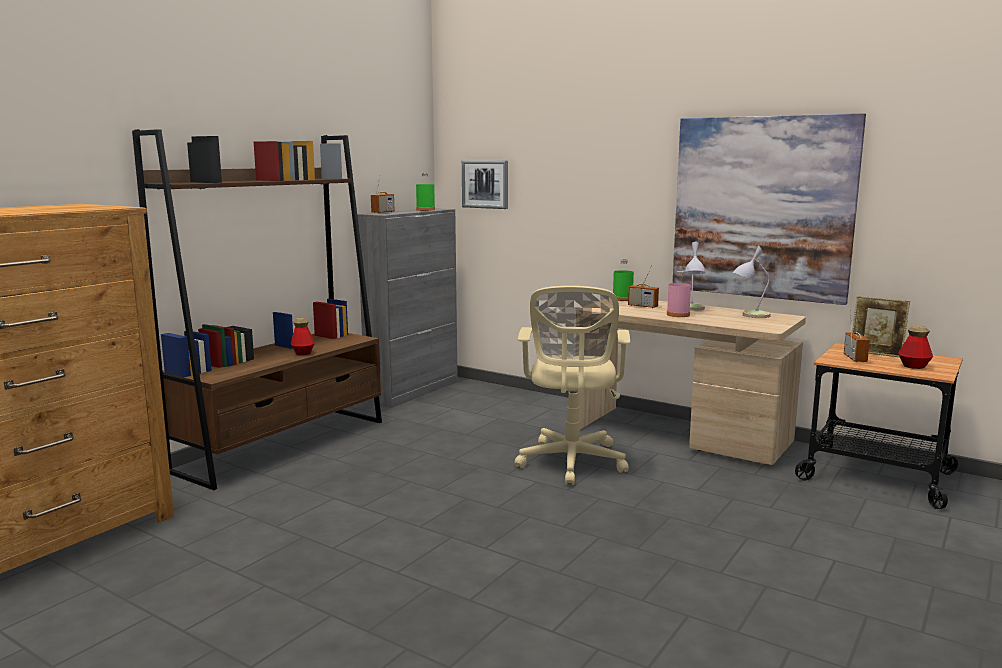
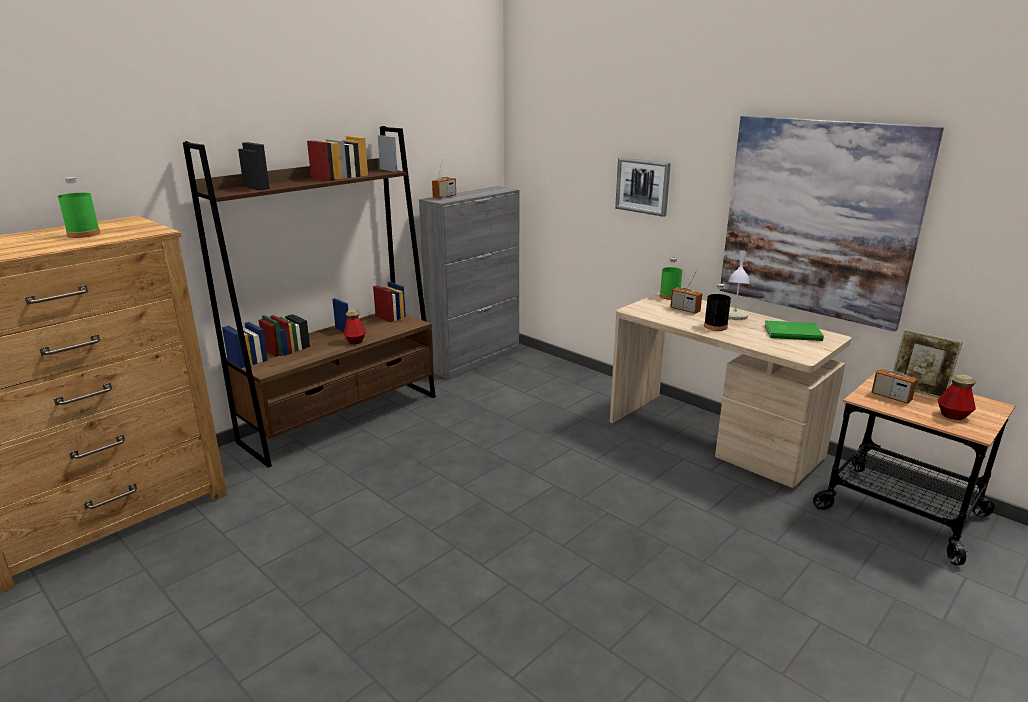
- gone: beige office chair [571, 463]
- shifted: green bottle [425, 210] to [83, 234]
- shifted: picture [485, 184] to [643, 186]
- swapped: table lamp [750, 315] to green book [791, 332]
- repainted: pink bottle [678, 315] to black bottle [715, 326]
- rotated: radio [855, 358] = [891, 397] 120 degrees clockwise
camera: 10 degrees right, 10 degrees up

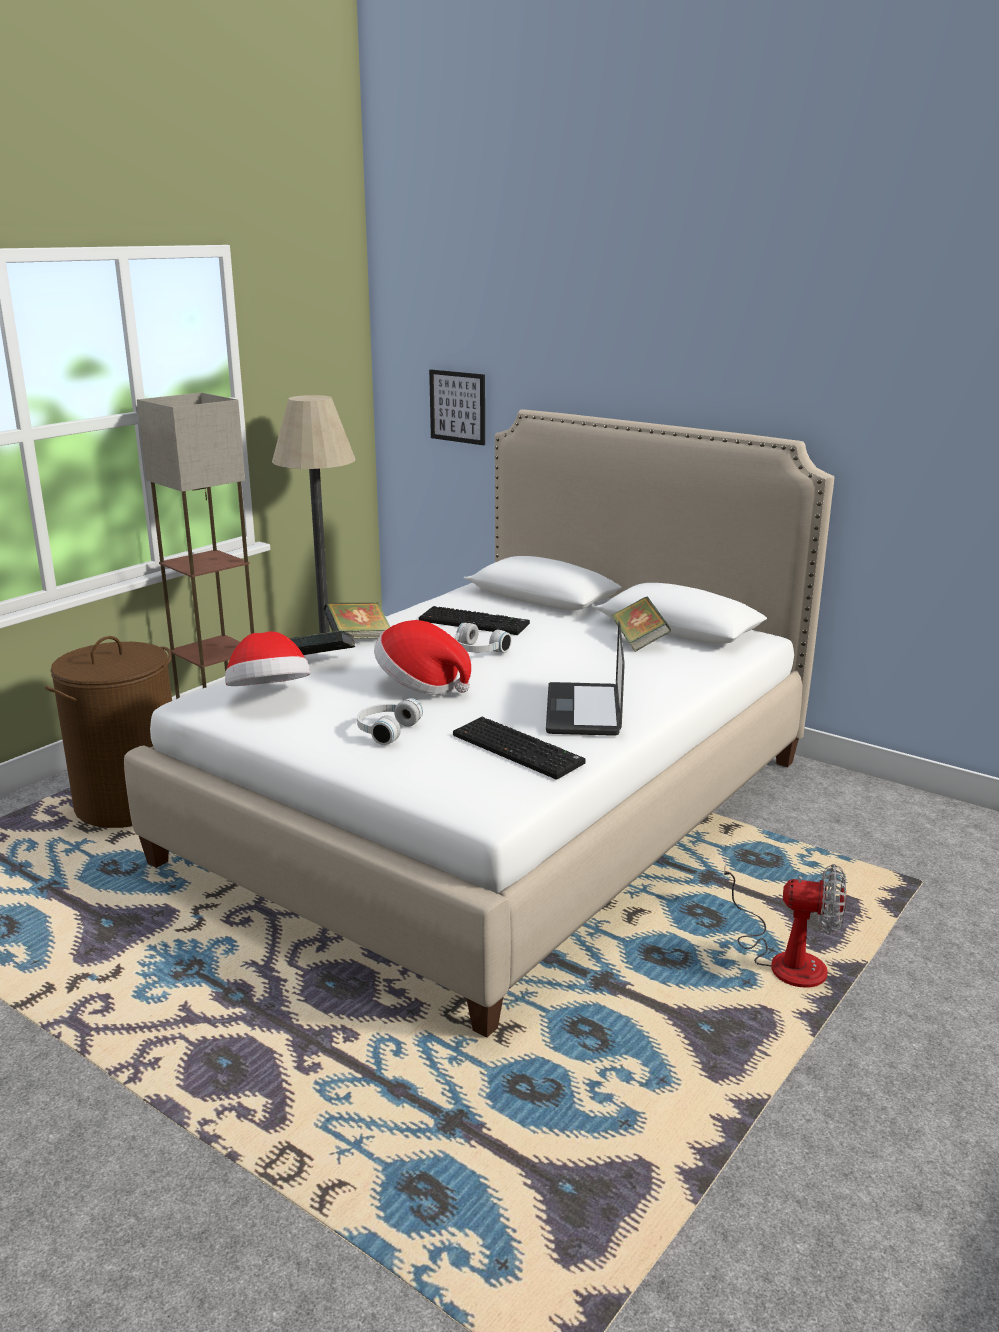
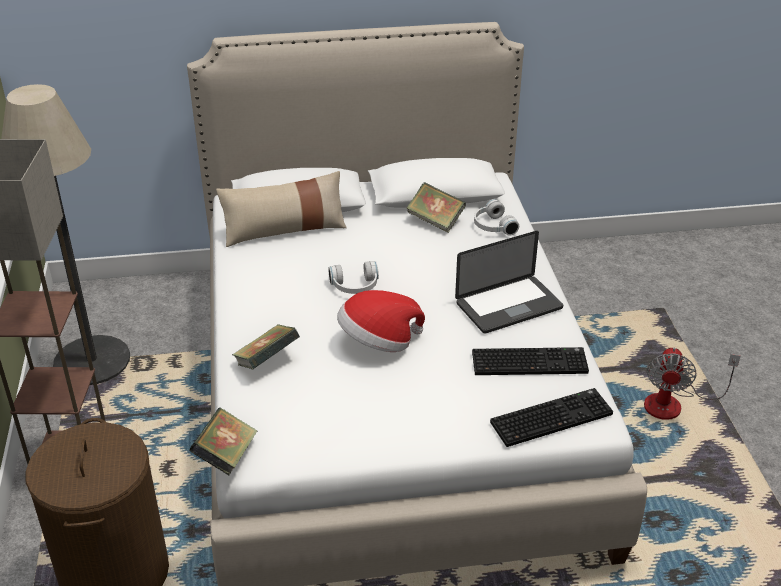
- gone: hat [269, 696]
- gone: picture [458, 407]
- new: beige pillow [284, 230]
- shifted: book [358, 639] to [226, 456]
- shifted: white headphones [385, 730] to [492, 226]
- shifted: keyboard [475, 622] to [551, 417]
- rotated: laptop [583, 711] = [509, 306] 75 degrees counterclockwise
- rotated: fan [785, 959] = [674, 403] 135 degrees clockwise
camera: 45 degrees left, 15 degrees up

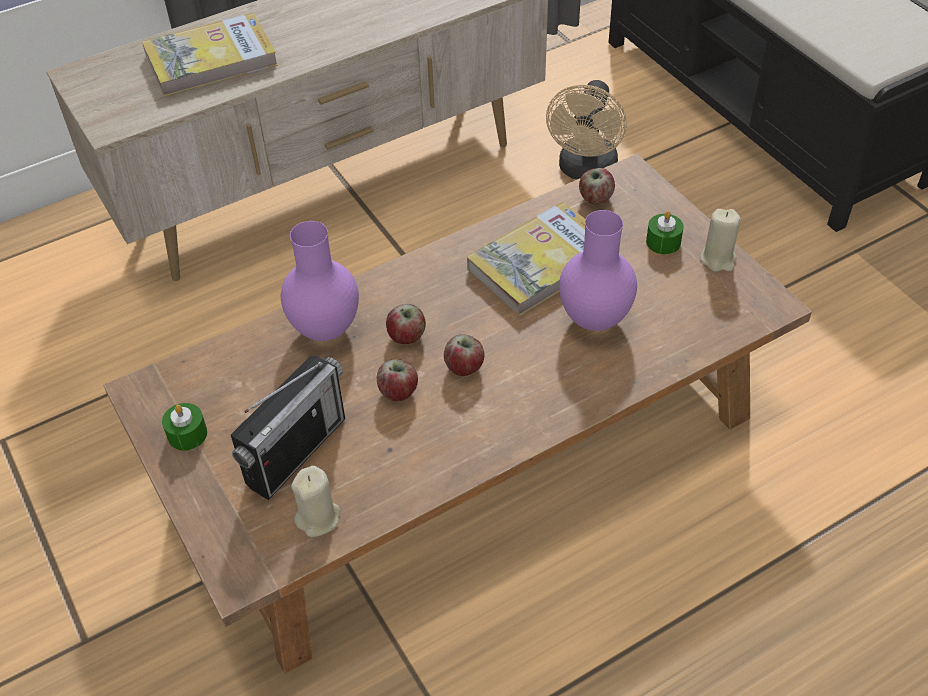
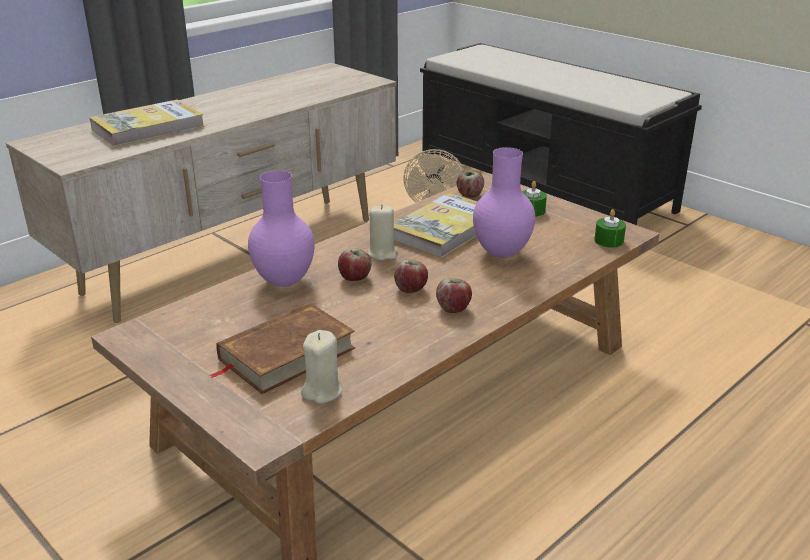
- shifted: green candle [187, 434] to [609, 240]
- shifted: apple [398, 391] to [453, 308]
- shifted: beige candle [718, 259] to [382, 253]
- swapped: radio [296, 451] to brown book [286, 354]
camera: 15 degrees left, 20 degrees down

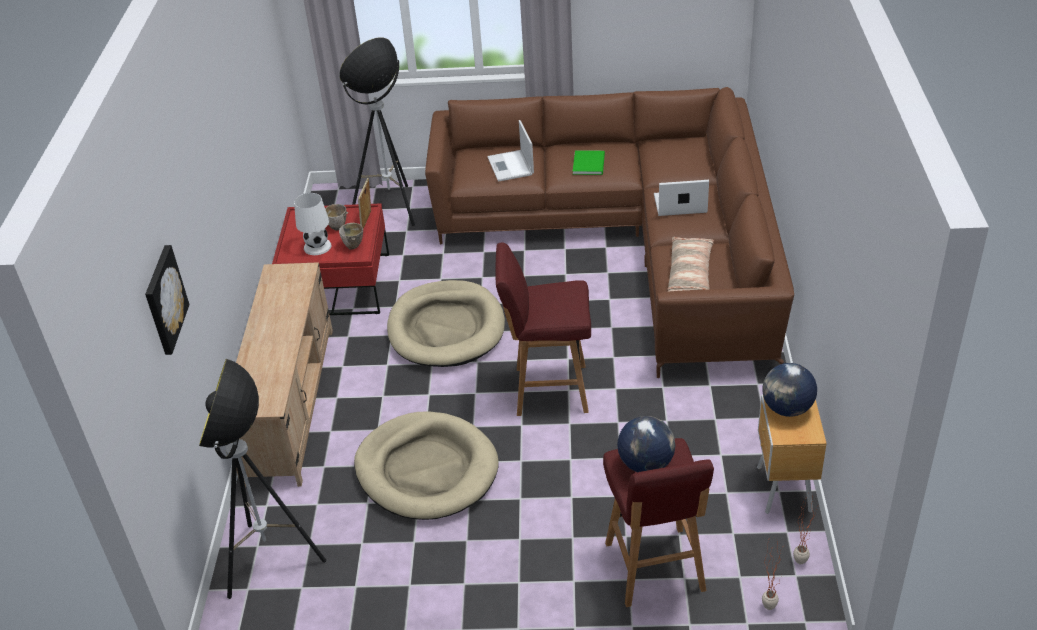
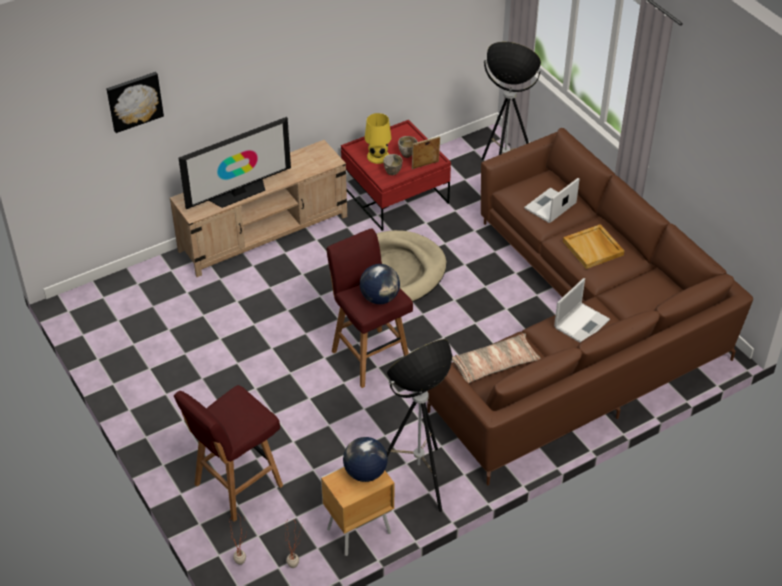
- gone: beige dog bed [426, 470]
- new: television [239, 193]
- shifted: floor lamp [271, 561] to [418, 480]
- shifted: globe [645, 464] to [380, 298]
- swapped: green book [589, 163] to beige tray [593, 248]
- repainted: white table lamp [317, 247] to yellow table lamp [378, 156]
- rotated: laptop [679, 204] = [582, 323] 75 degrees clockwise
camera: 55 degrees right, 5 degrees up

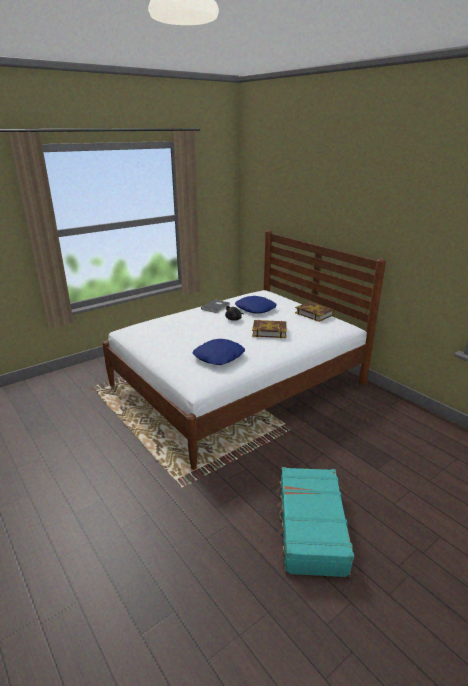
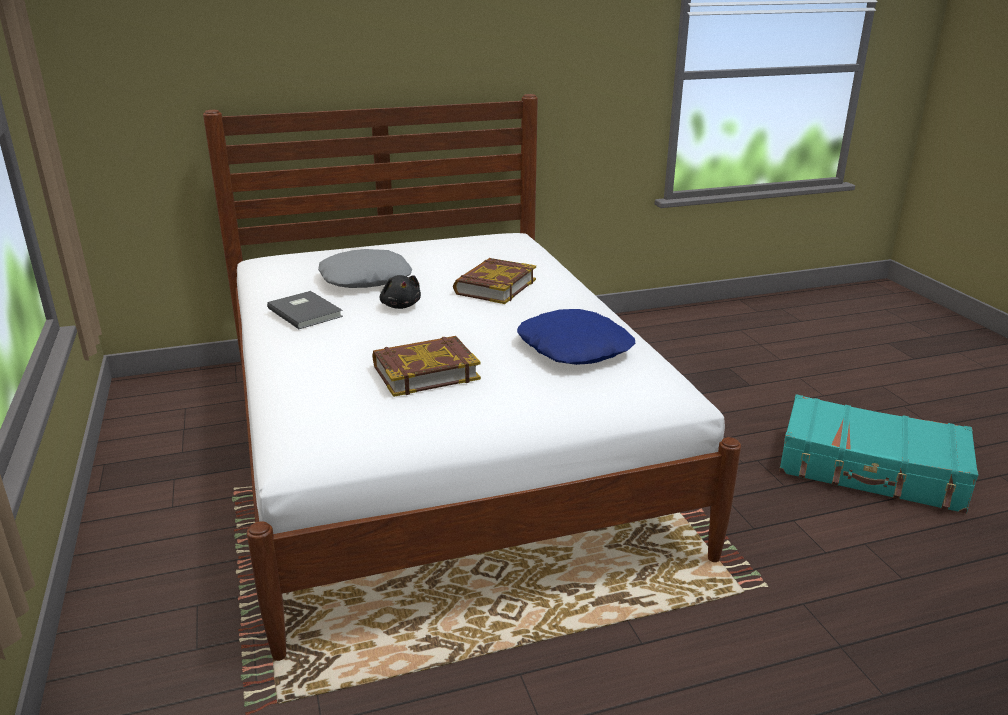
- shifted: book [314, 314] to [425, 372]
- repainted: blue pillow [255, 309] to grey pillow [365, 278]
camera: 70 degrees left, 0 degrees up

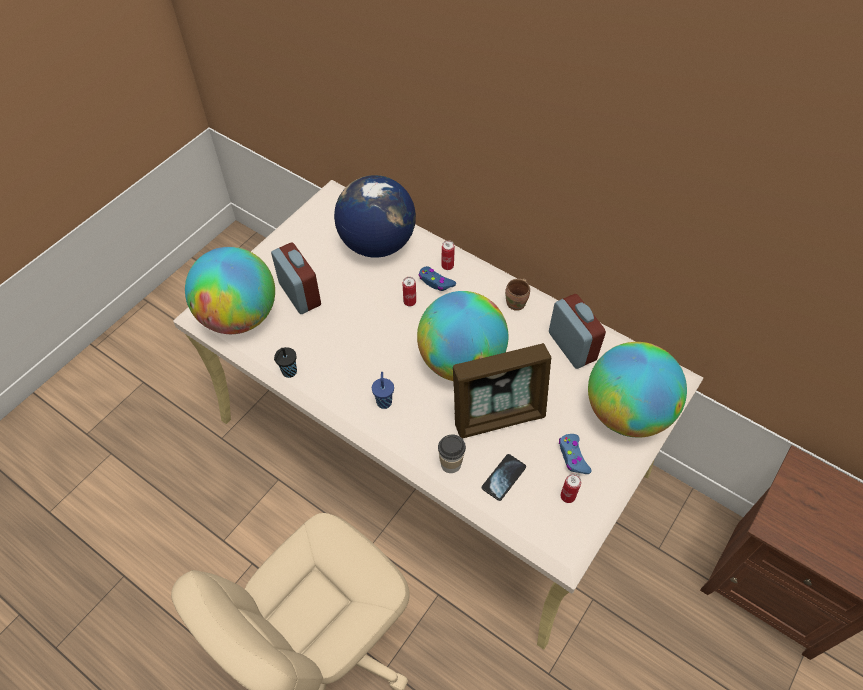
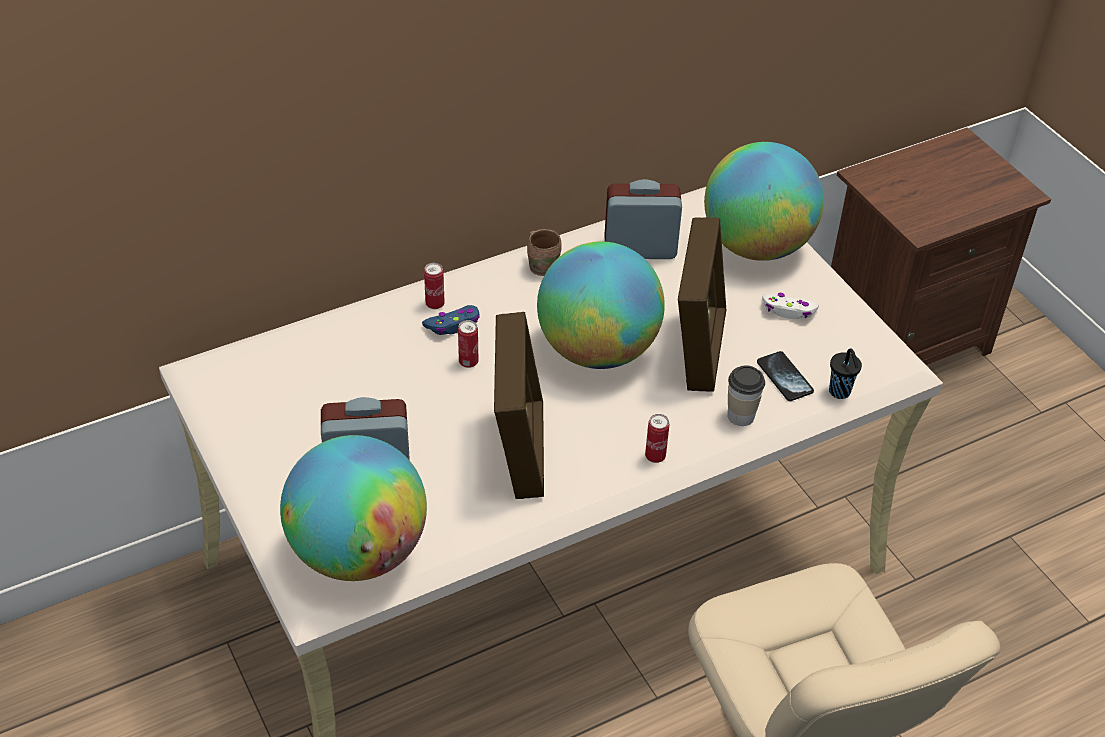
- gone: globe [377, 243]
- gone: blue cup [384, 401]
- new: picture frame [519, 450]
- shifted: black cup [288, 372] to [840, 393]
- shifted: can [567, 496] to [655, 456]
- repainted: blue game controller [573, 457] to white game controller [788, 311]
camera: 65 degrees left, 10 degrees down

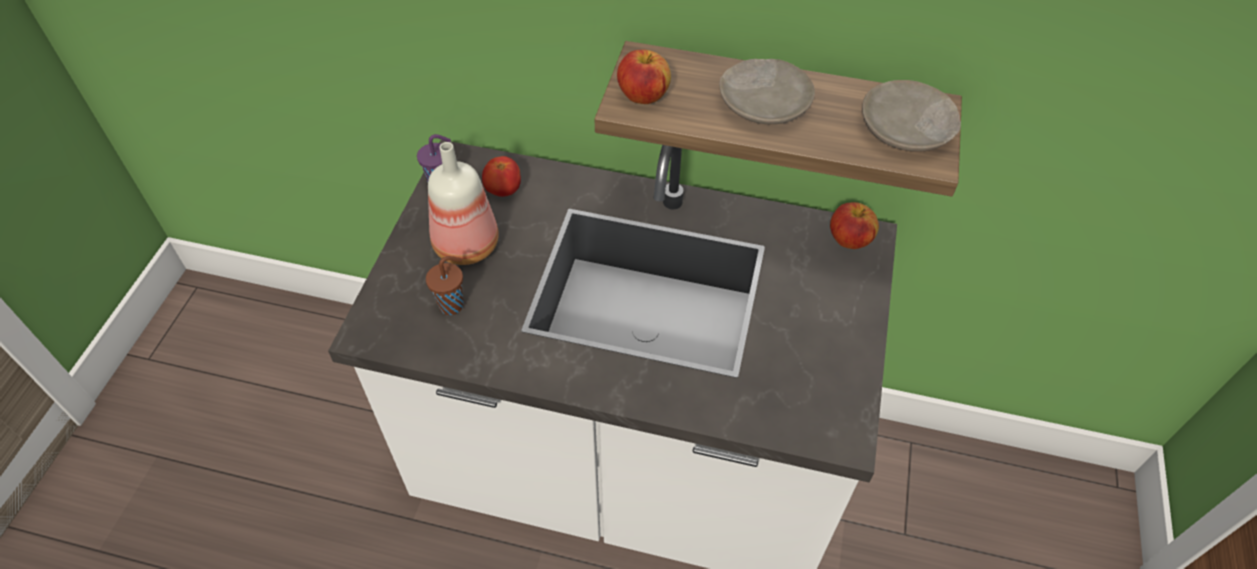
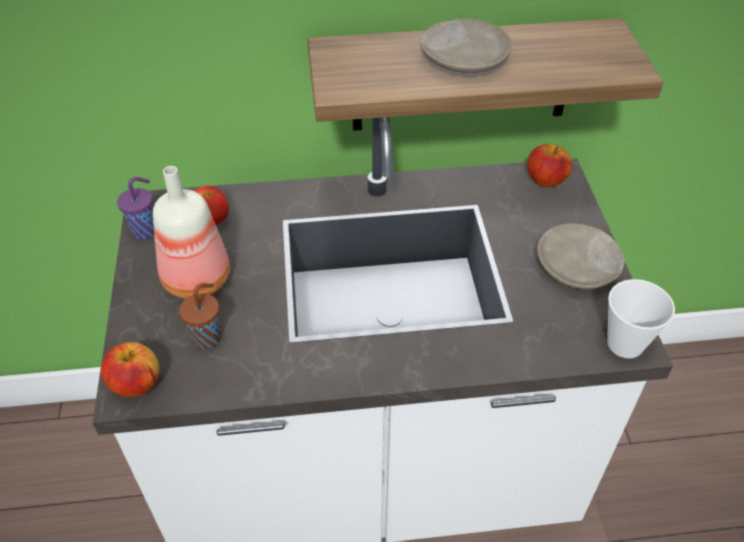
- new: cup [625, 344]
- shifted: apple [643, 96] to [136, 384]
- shifted: beige plate [906, 129] to [577, 267]
camera: 20 degrees left, 5 degrees down

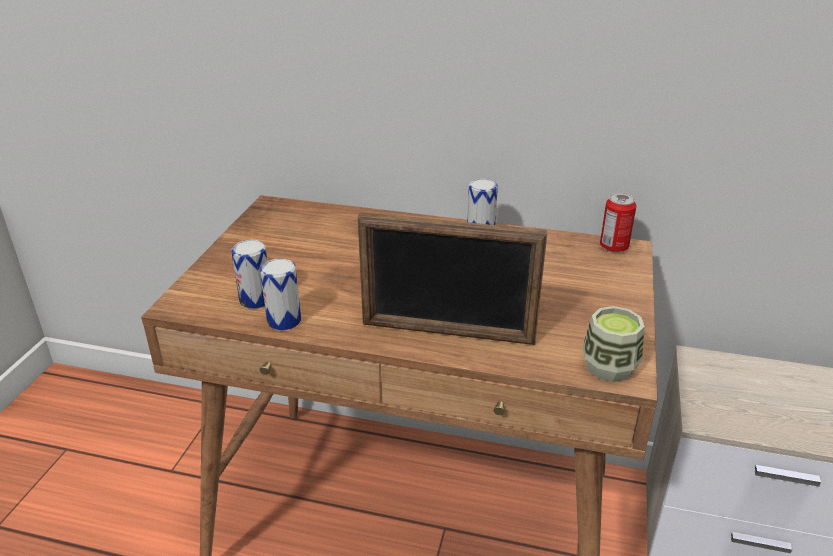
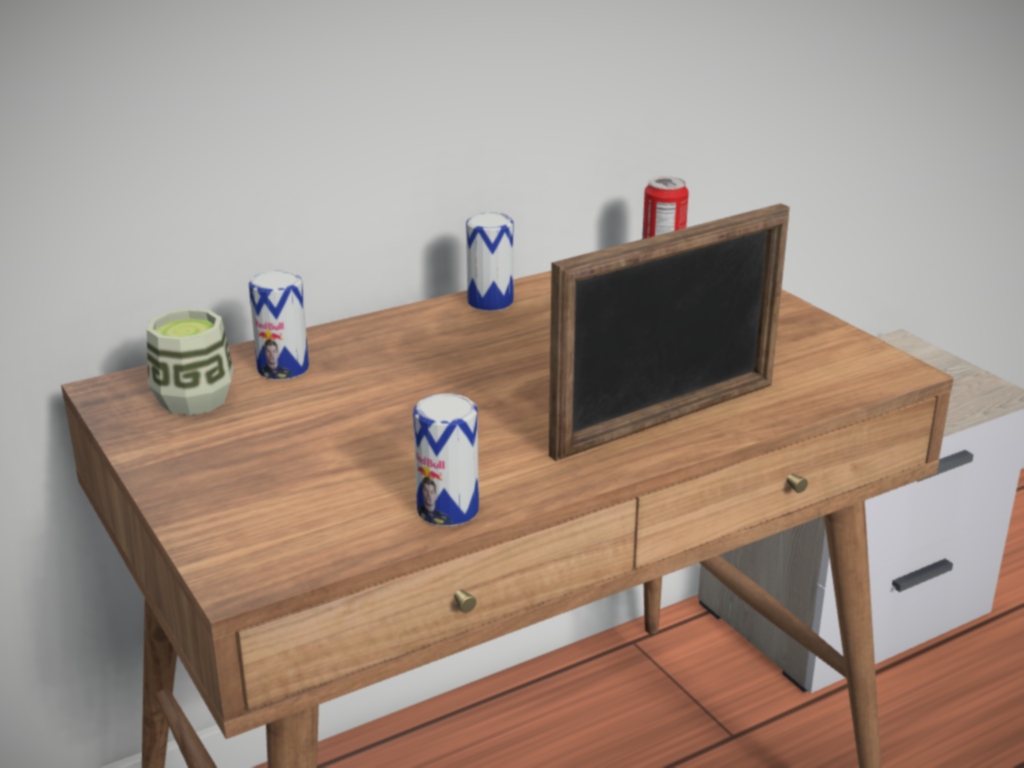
- shifted: can [255, 299] to [283, 368]
- shifted: cup [609, 367] to [194, 400]
camera: 45 degrees left, 5 degrees down

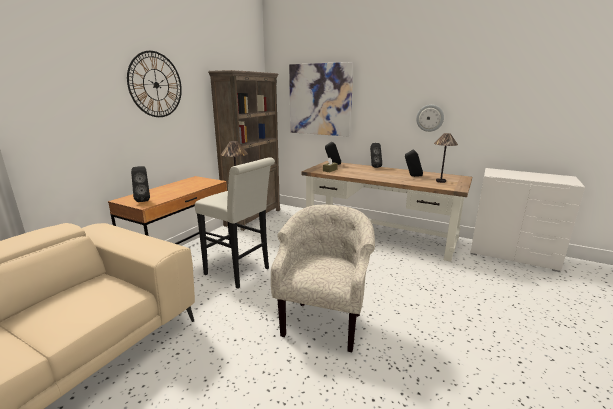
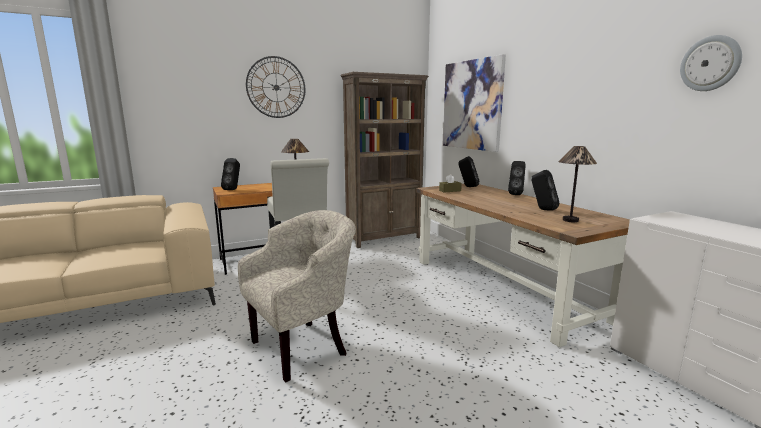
- shifted: wall clock [430, 118] to [710, 63]
camera: 35 degrees right, 5 degrees down

